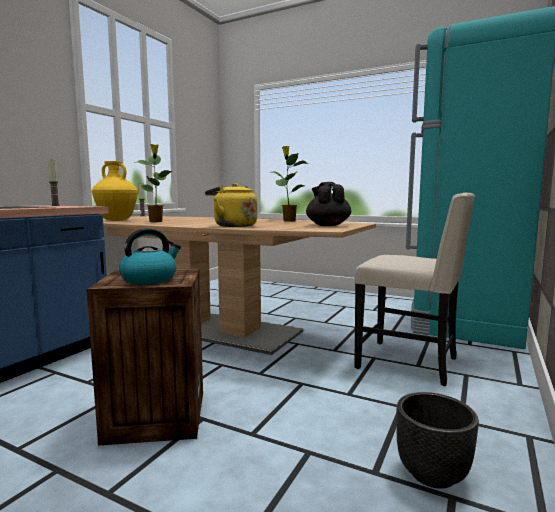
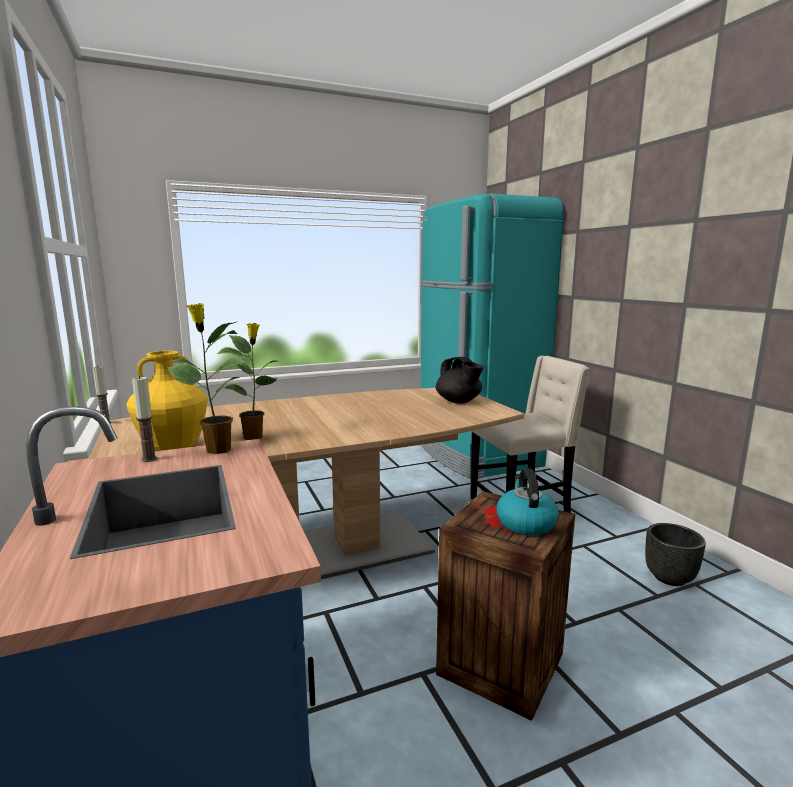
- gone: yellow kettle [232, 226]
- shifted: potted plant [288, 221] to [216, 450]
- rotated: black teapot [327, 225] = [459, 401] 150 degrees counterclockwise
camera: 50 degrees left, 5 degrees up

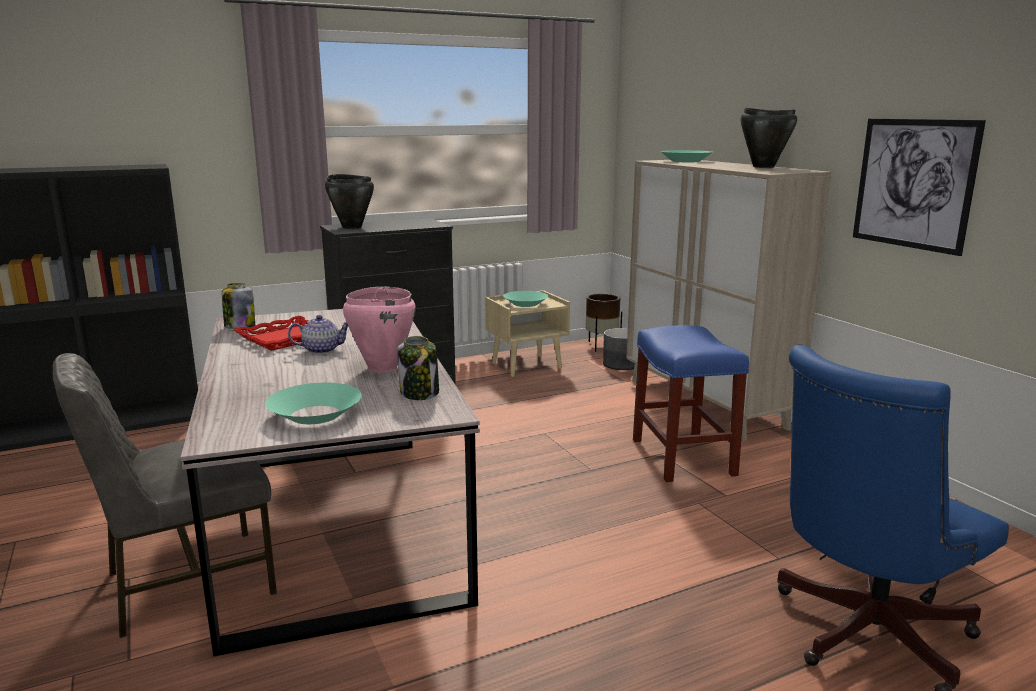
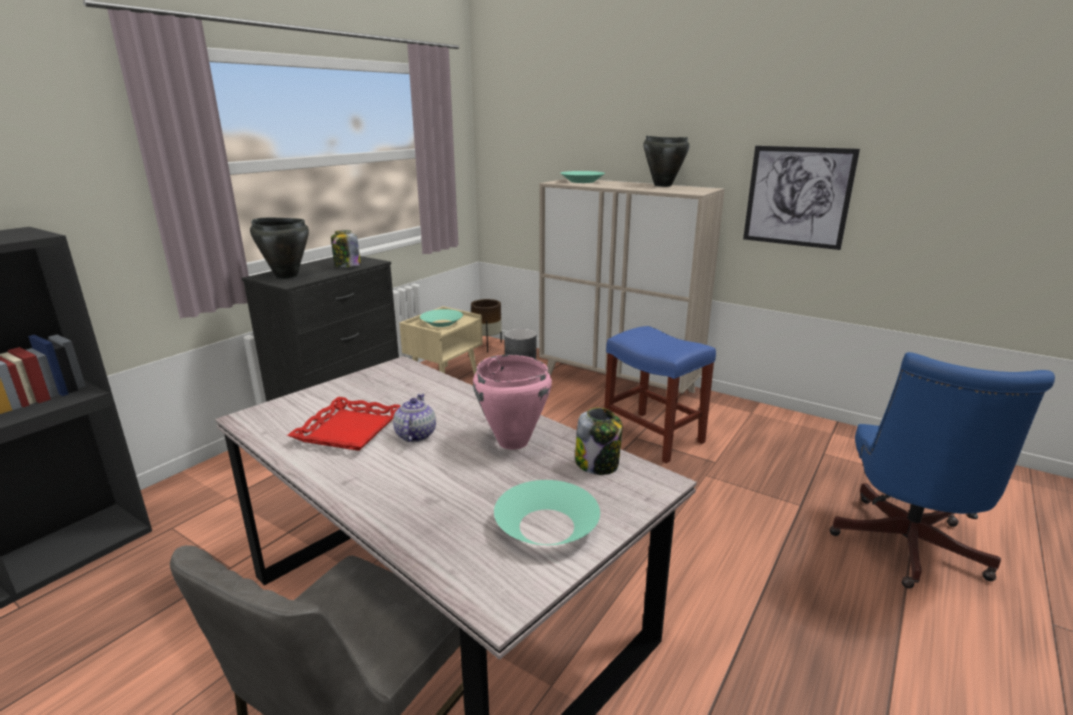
- shifted: jar [239, 327] to [347, 266]
- rotated: teapot [322, 350] = [415, 435] 45 degrees counterclockwise
camera: 30 degrees left, 5 degrees up

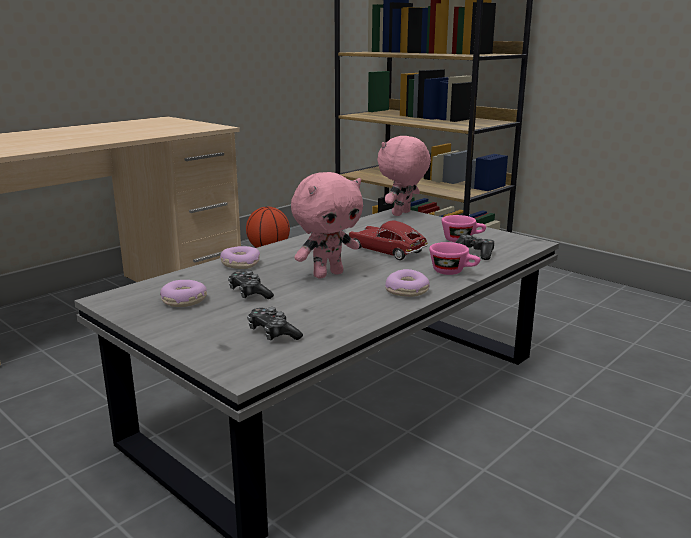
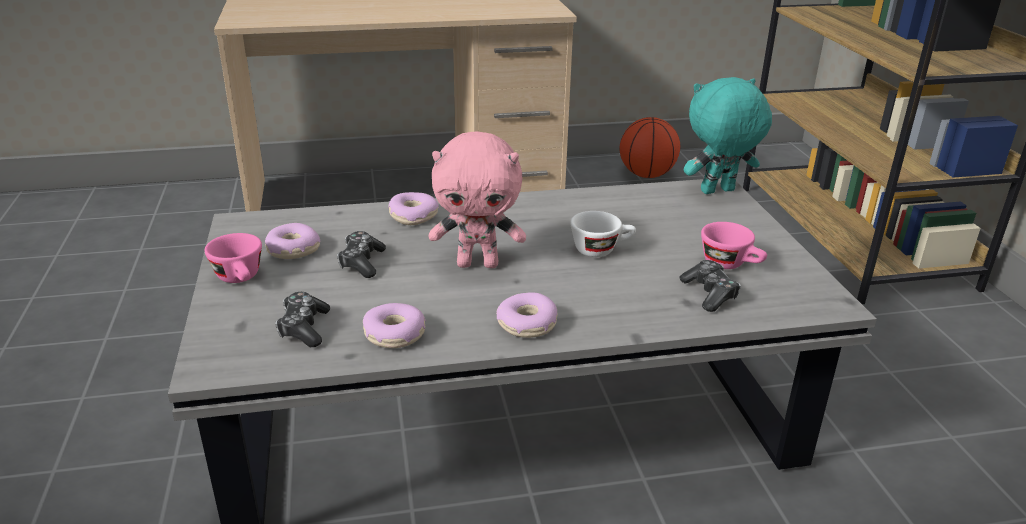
- new: donut [395, 335]
- shifted: pink cup [453, 272] to [241, 279]
- swapped: toy car [386, 250] to white cup [601, 249]
- repainted: pink plush toy [402, 214] to turquoise plush toy [718, 192]
camera: 35 degrees right, 10 degrees up

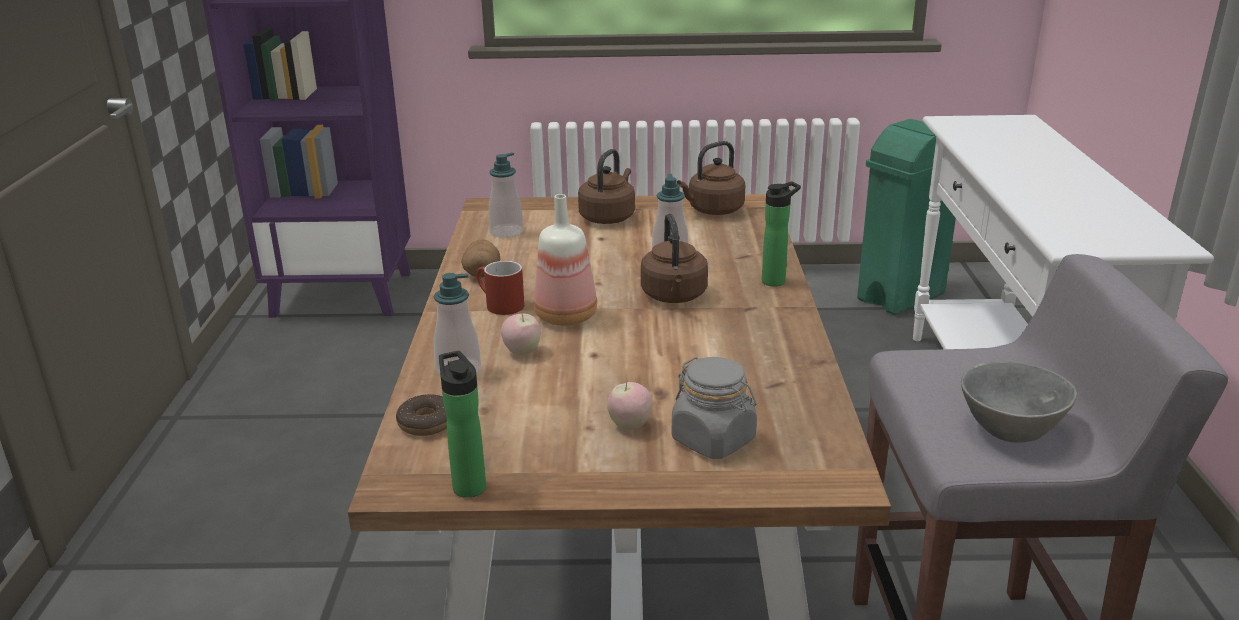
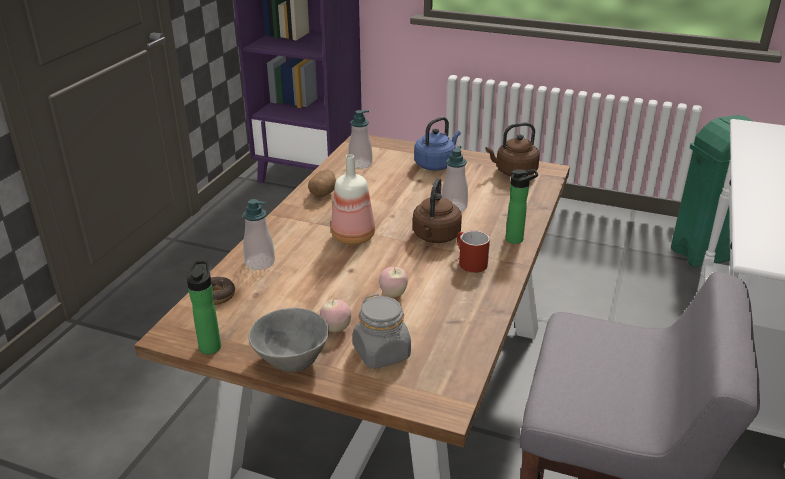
- shifted: red mug [498, 305] to [468, 262]
- shifted: apple [522, 352] to [393, 294]
- shifted: grey bowl [1008, 428] to [292, 358]
- repainted: brown kettle [608, 217] to blue kettle [436, 164]
camera: 20 degrees right, 5 degrees up

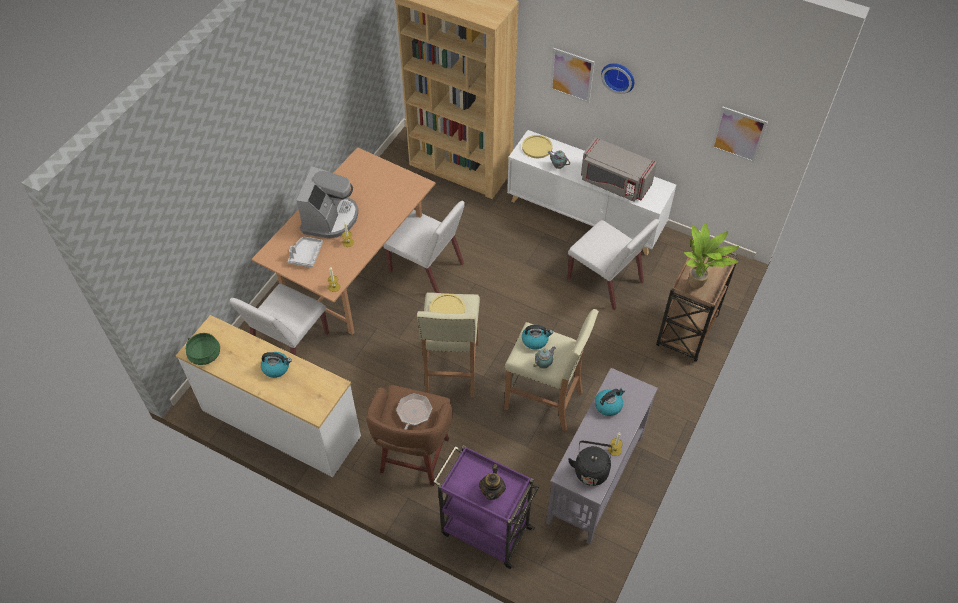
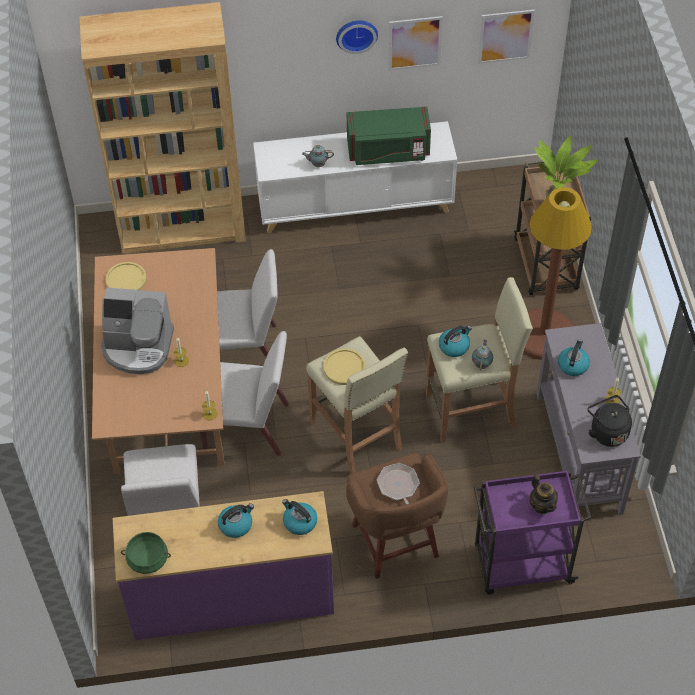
- gone: grey tray [306, 255]
- new: kettle [299, 522]
- new: brown floor lamp [544, 335]
- shifted: yellow plate [537, 147] to [126, 279]
- shifted: picture [571, 75] to [415, 43]
- shifted: white chair [606, 280] to [248, 426]
- repainted: white dresser [280, 424] to purple dresser [232, 599]
- repainted: grey microwave [614, 183] to green microwave [388, 151]
- rotated: coffee machine [330, 218] = [138, 347] 120 degrees clockwise
camera: 35 degrees left, 0 degrees up

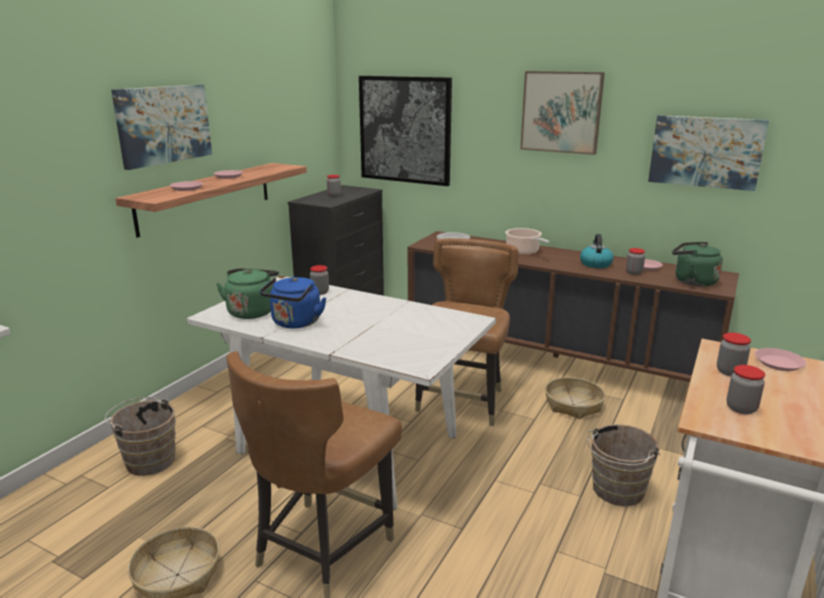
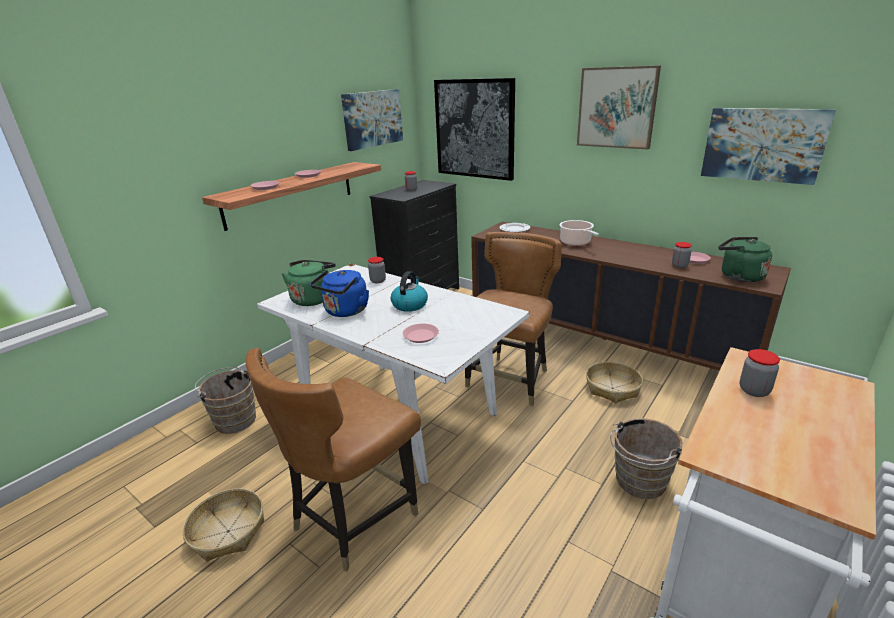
- gone: jar [741, 408]
- shifted: picture [163, 124] to [372, 119]
- shifted: kettle [595, 264] to [410, 304]
- shifted: pink plate [778, 363] to [420, 336]
camera: 10 degrees right, 5 degrees up

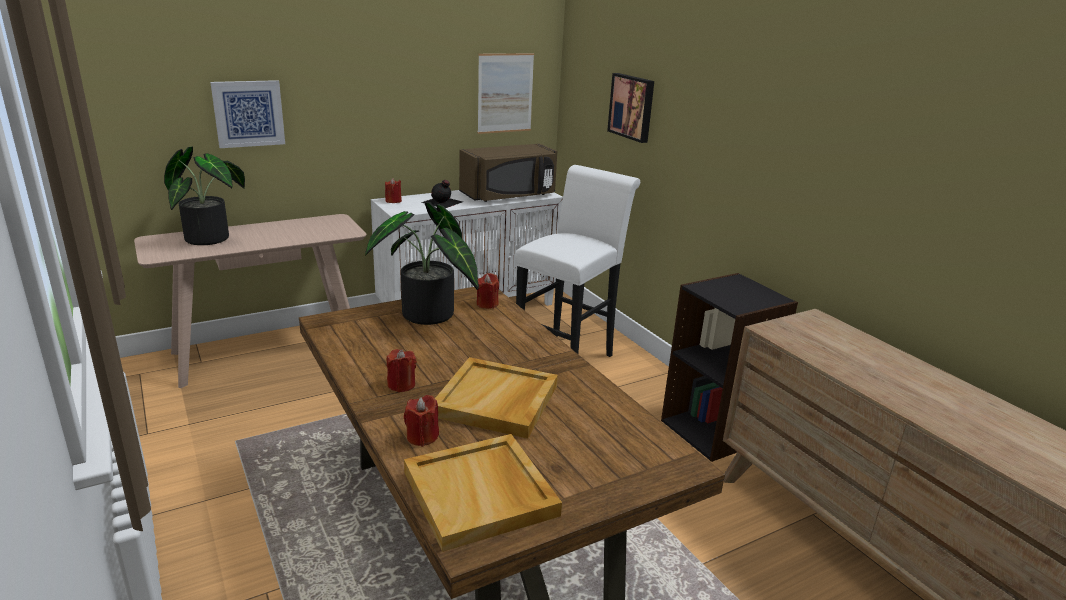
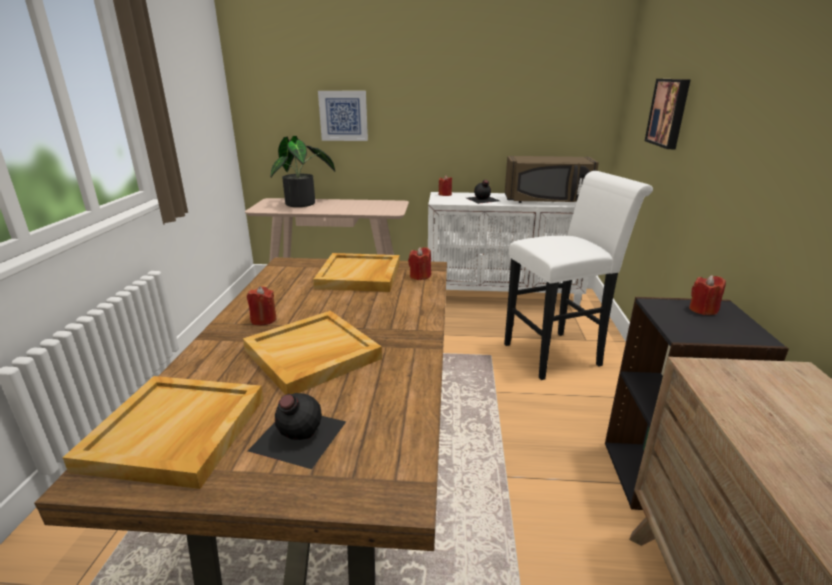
- gone: picture [505, 93]
- new: black bottle [297, 436]
- shifted: red candle [422, 437] to [703, 310]
- swapped: potted plant [429, 317] to beige tray [360, 276]
camera: 35 degrees right, 0 degrees up

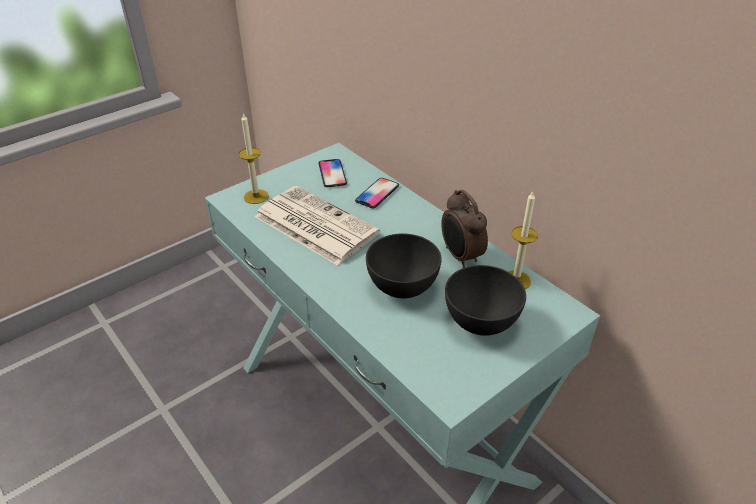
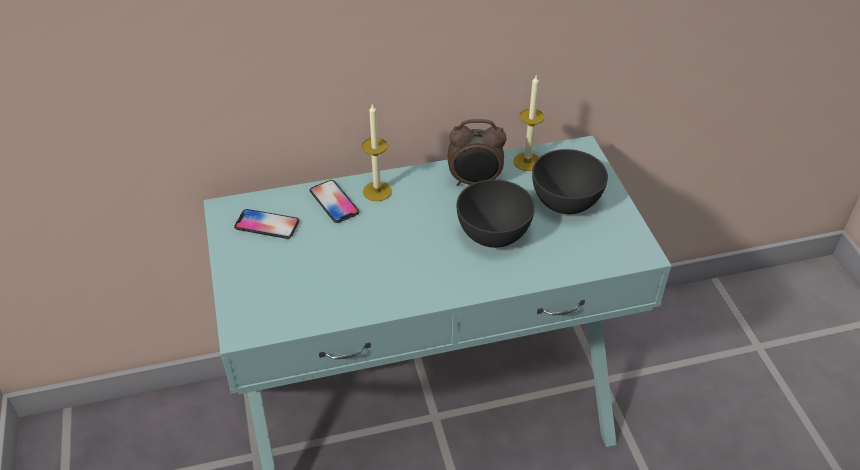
- gone: newspaper [314, 225]
- shifted: candle [256, 196] to [377, 191]
camera: 65 degrees left, 5 degrees up

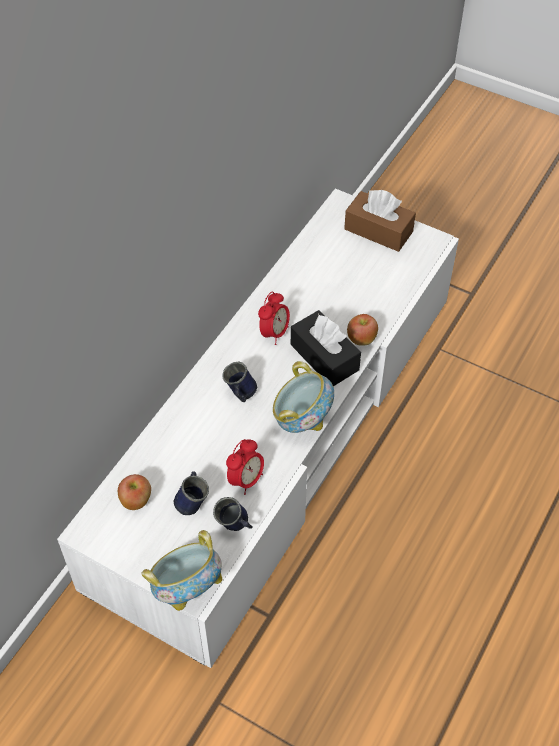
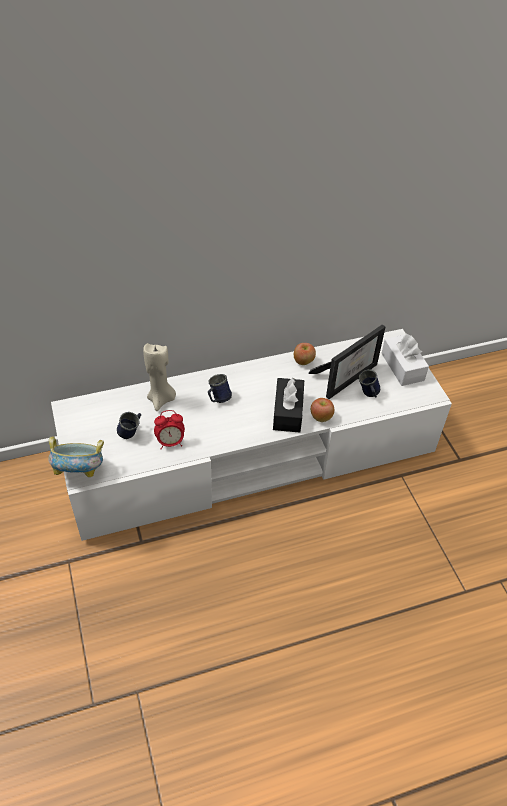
- gone: alarm clock [274, 333]
- gone: bowl [302, 419]
- new: beige candle [161, 399]
- new: picture frame [347, 376]
- shifted: apple [136, 501] to [303, 362]
- shifted: blue mug [235, 527] to [368, 394]
- repainted: brown tissue box [378, 230] to white tissue box [402, 367]
camera: 40 degrees right, 5 degrees down

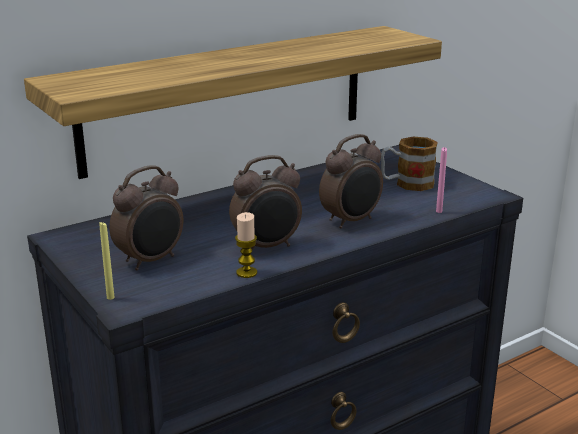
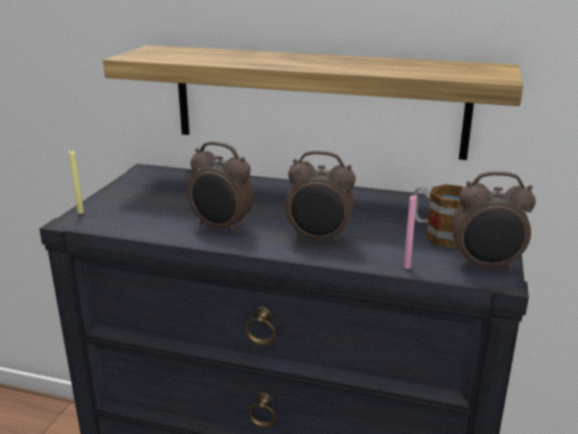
- gone: candle [246, 273]
- shifted: alarm clock [151, 260] to [486, 266]
camera: 50 degrees right, 0 degrees up

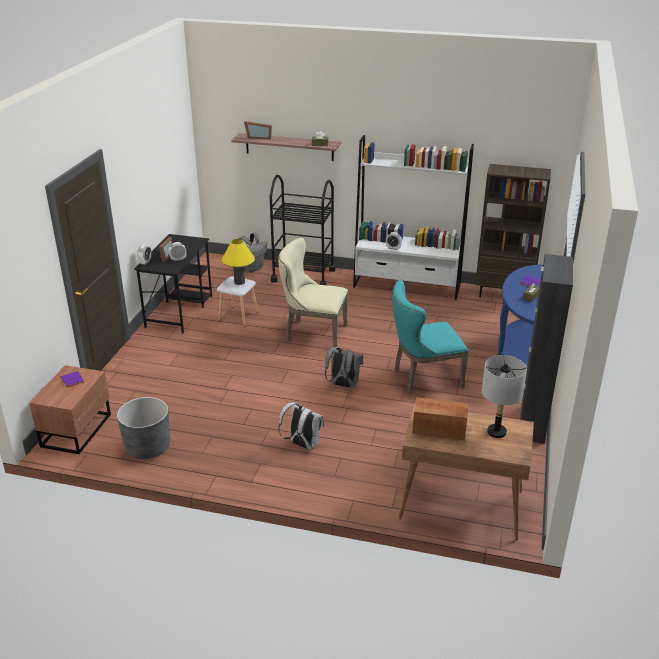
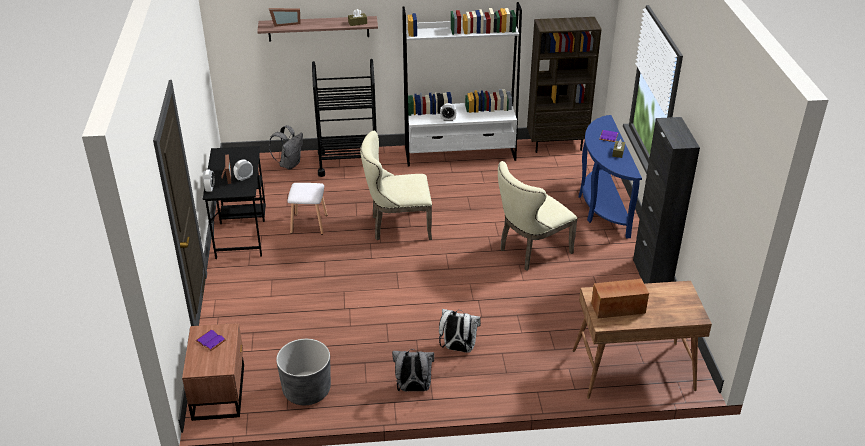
- gone: yellow table lamp [239, 282]
- gone: grey table lamp [496, 432]
- shifted: grey backpack [343, 385] to [413, 388]
- repainted: turquoise chair [423, 378] to beige chair [531, 251]
camera: 20 degrees left, 5 degrees up

